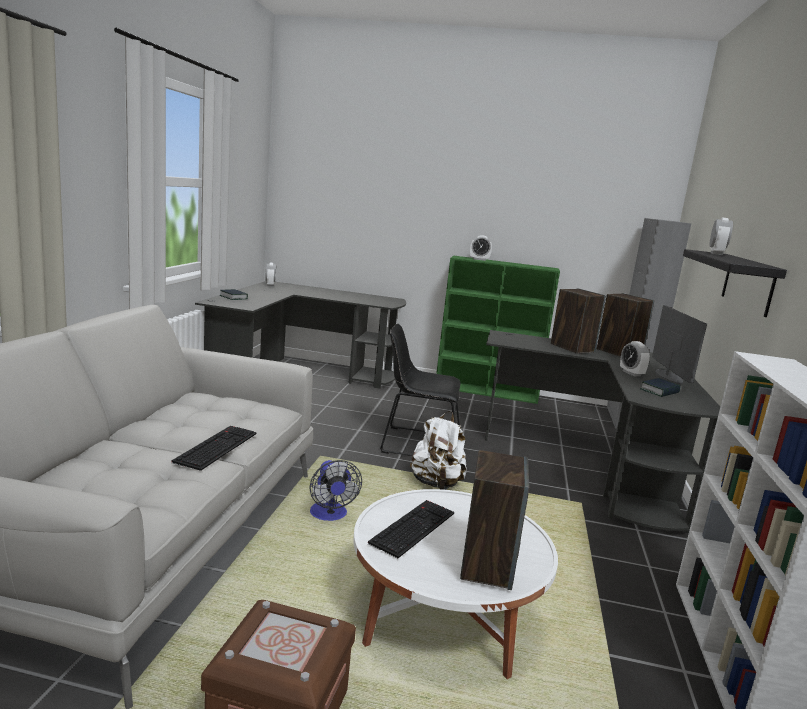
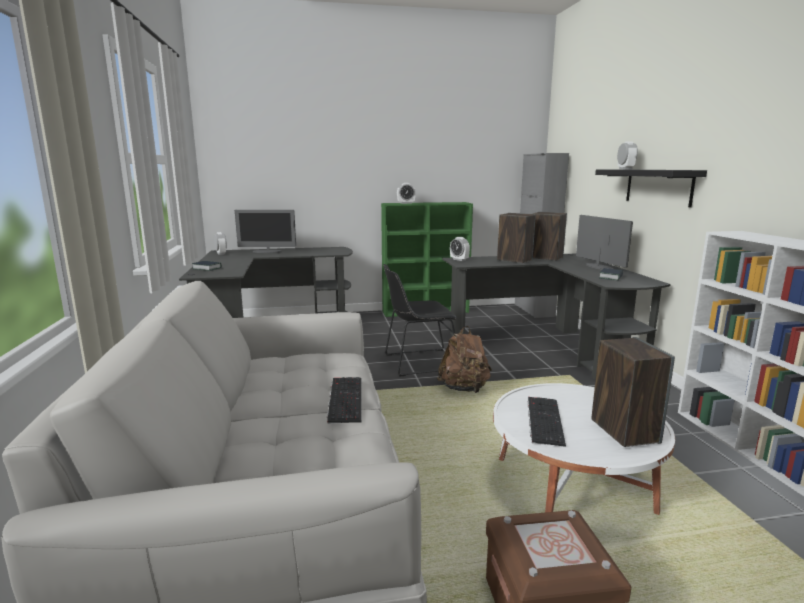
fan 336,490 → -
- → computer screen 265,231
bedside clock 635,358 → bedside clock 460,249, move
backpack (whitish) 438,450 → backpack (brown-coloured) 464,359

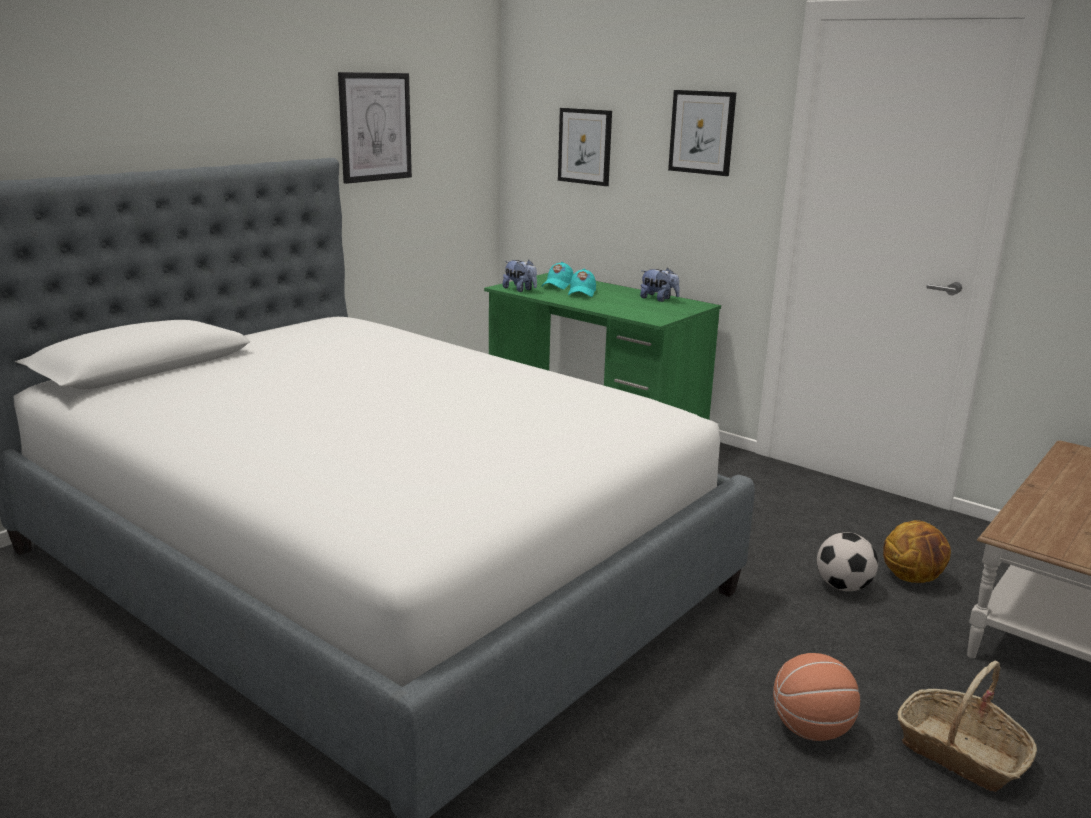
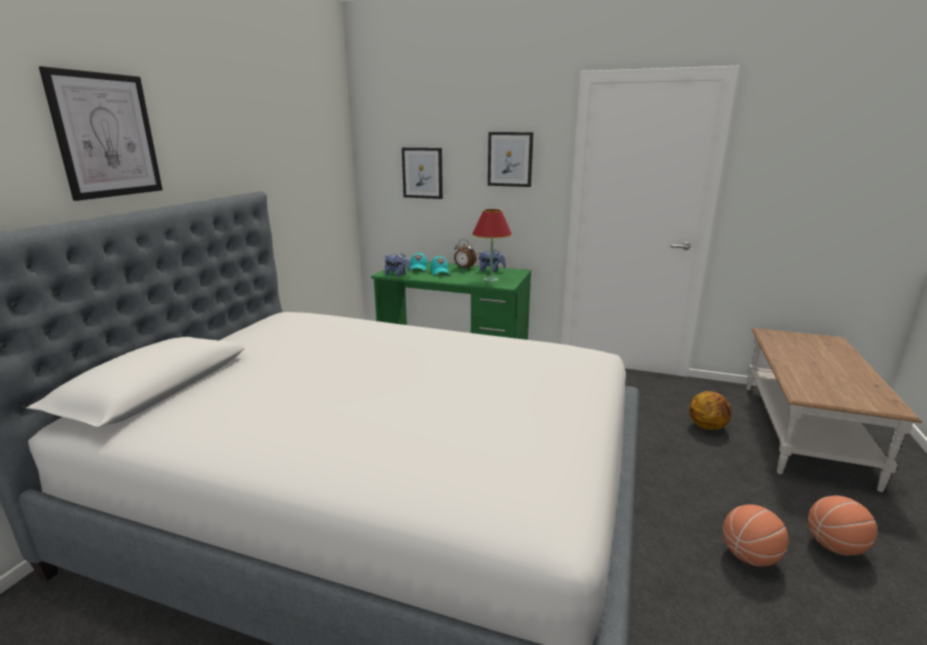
football 847,561 → -
- → bedside clock 465,253
- → table lamp (red-coloured) 492,245
wall art 375,128 → wall art 101,133, move
household basket 967,726 → ball for basketball 842,525

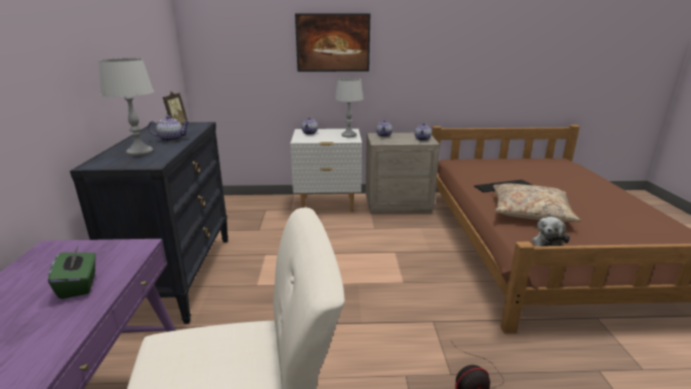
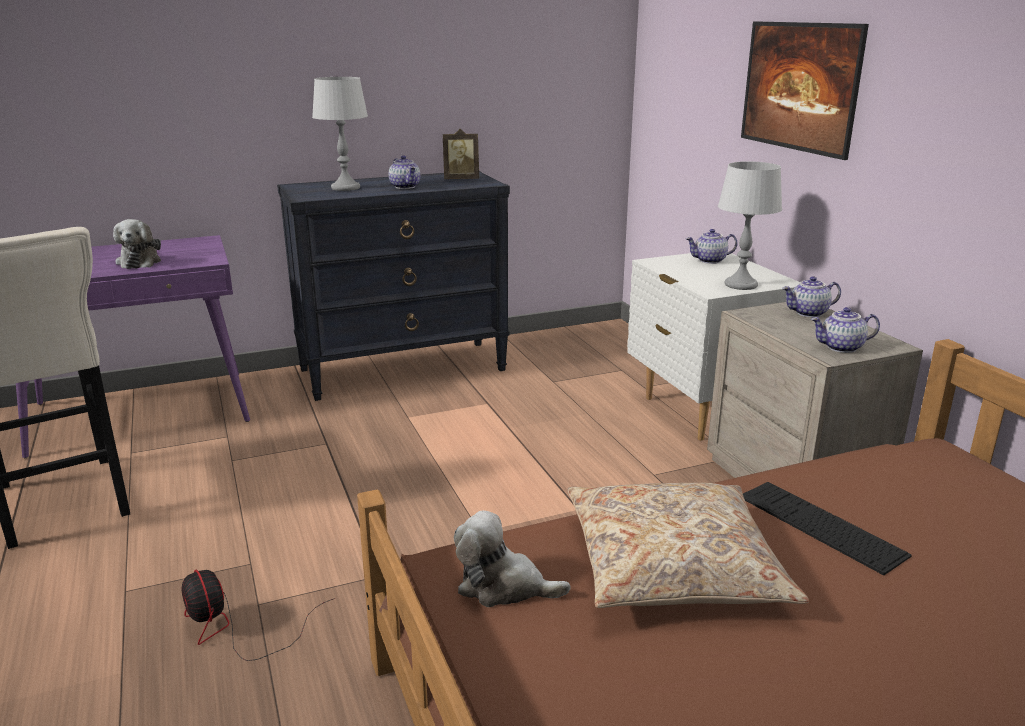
tissue box (green-coloured) 72,272 → cuddly toy 137,244

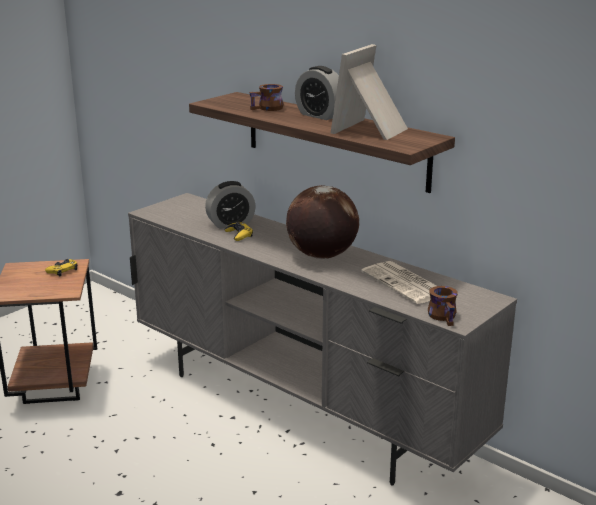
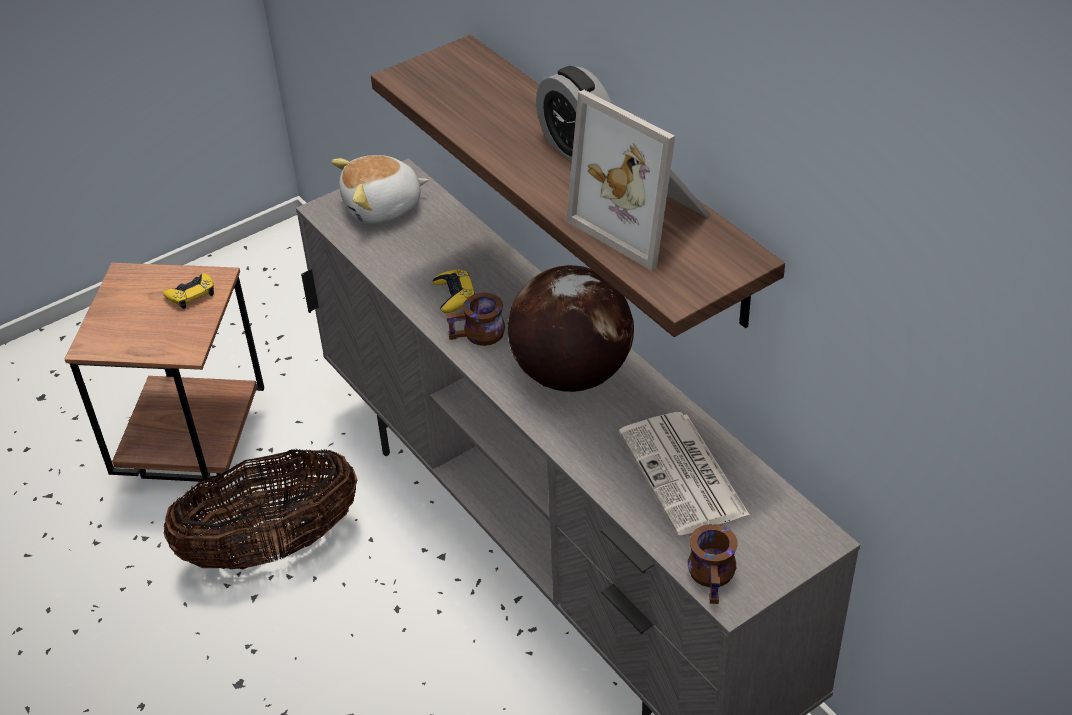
bedside clock 230,205 → -
- → household basket 260,509
- → cuddly toy 379,189
mug (brown-coloured) 266,97 → mug (brown-coloured) 475,319, move
photo frame 369,92 → photo frame 638,180, 90 degrees counterclockwise

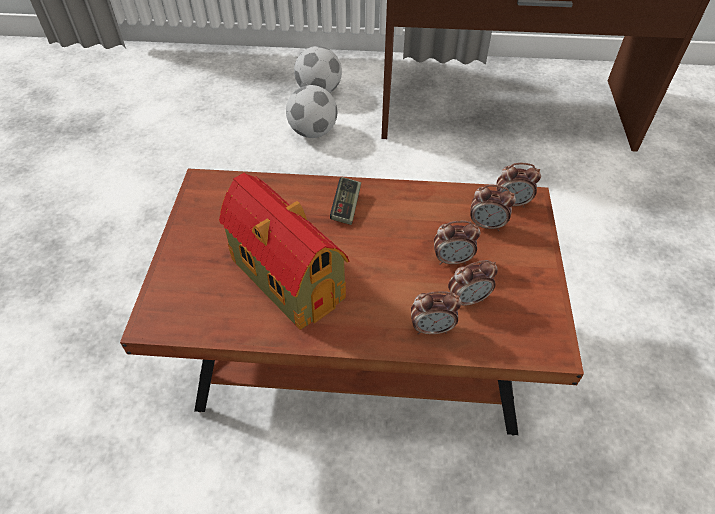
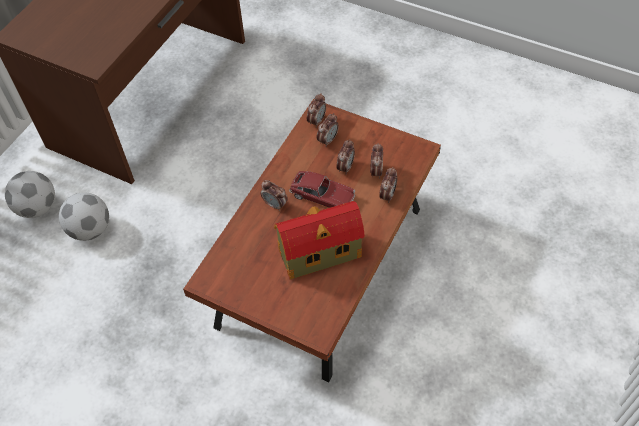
- → model car 322,189
joypad 345,201 → bedside clock 274,195

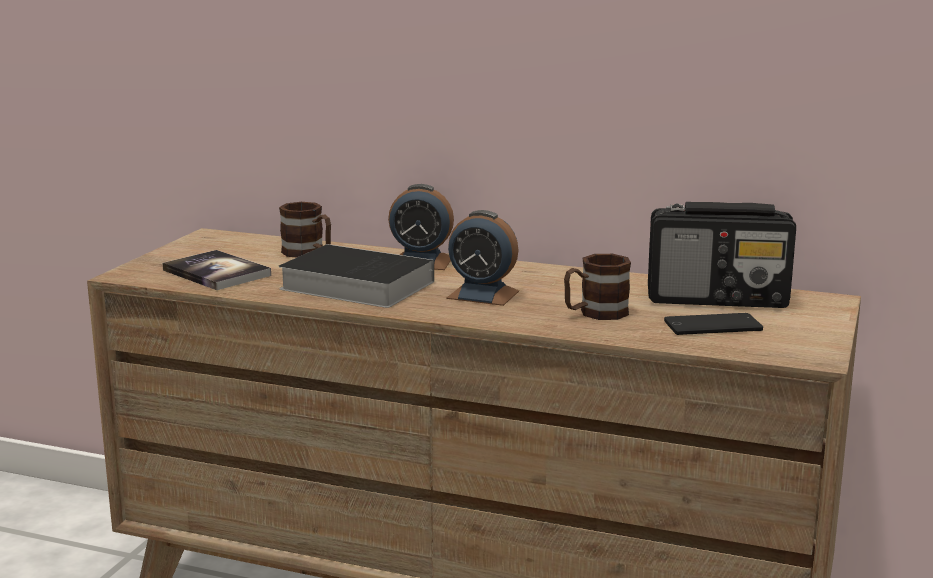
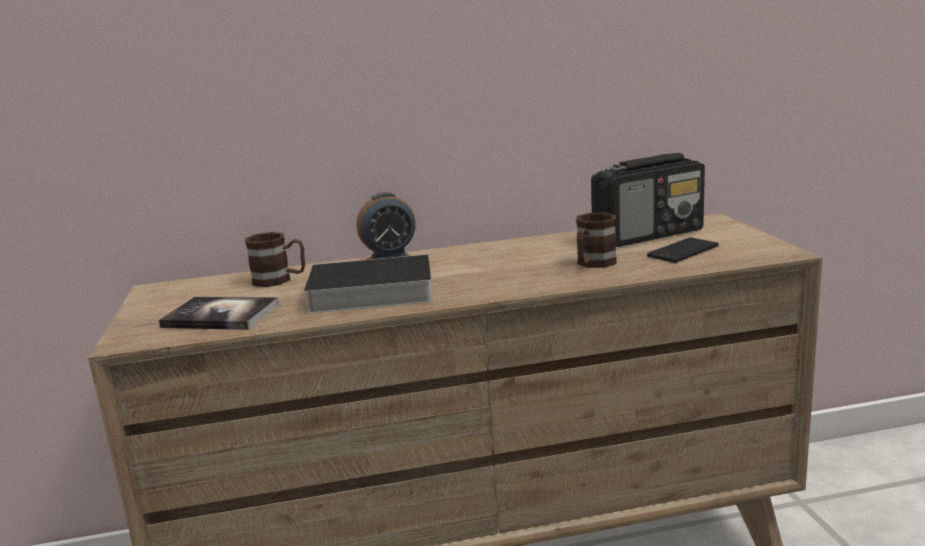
bedside clock 482,258 → -

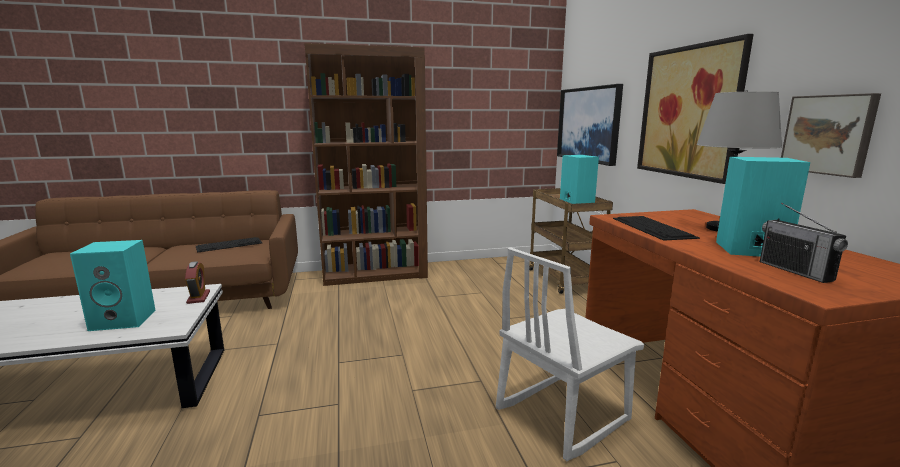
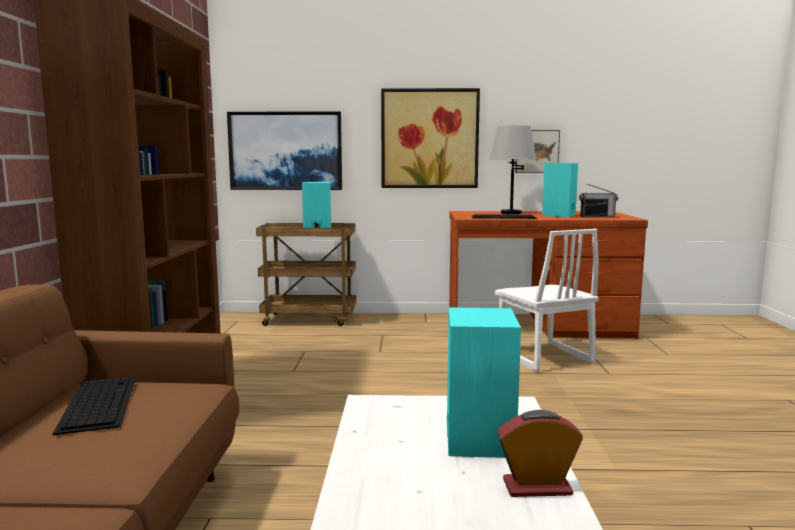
bedside clock 197,282 → bedside clock 540,453, move

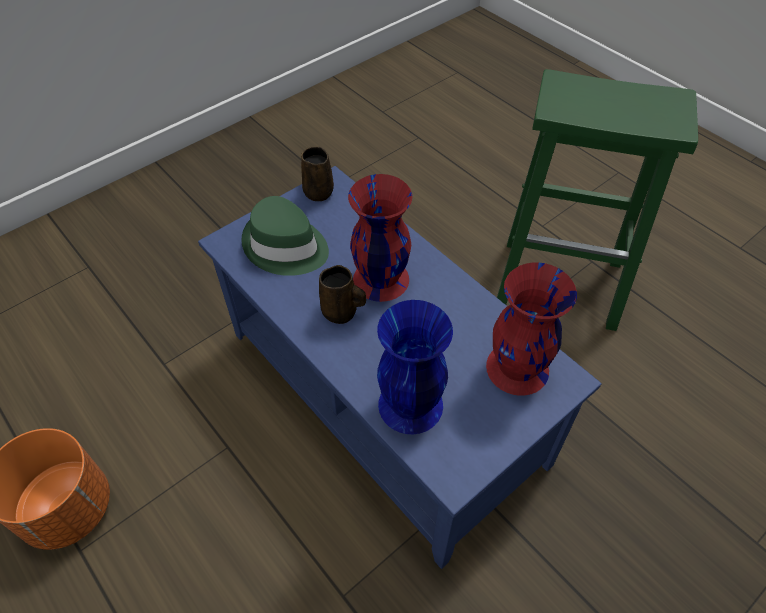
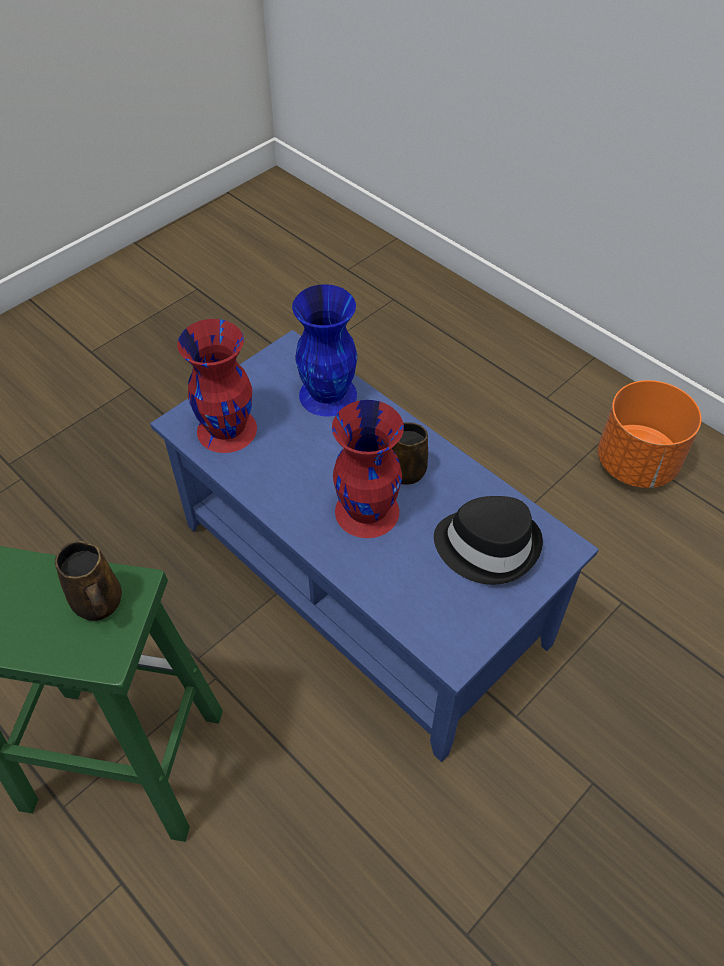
mug (brown-coloured) 317,173 → mug (brown-coloured) 88,580, move
clothing hat (green-coloured) 285,236 → clothing hat (blackish) 488,540

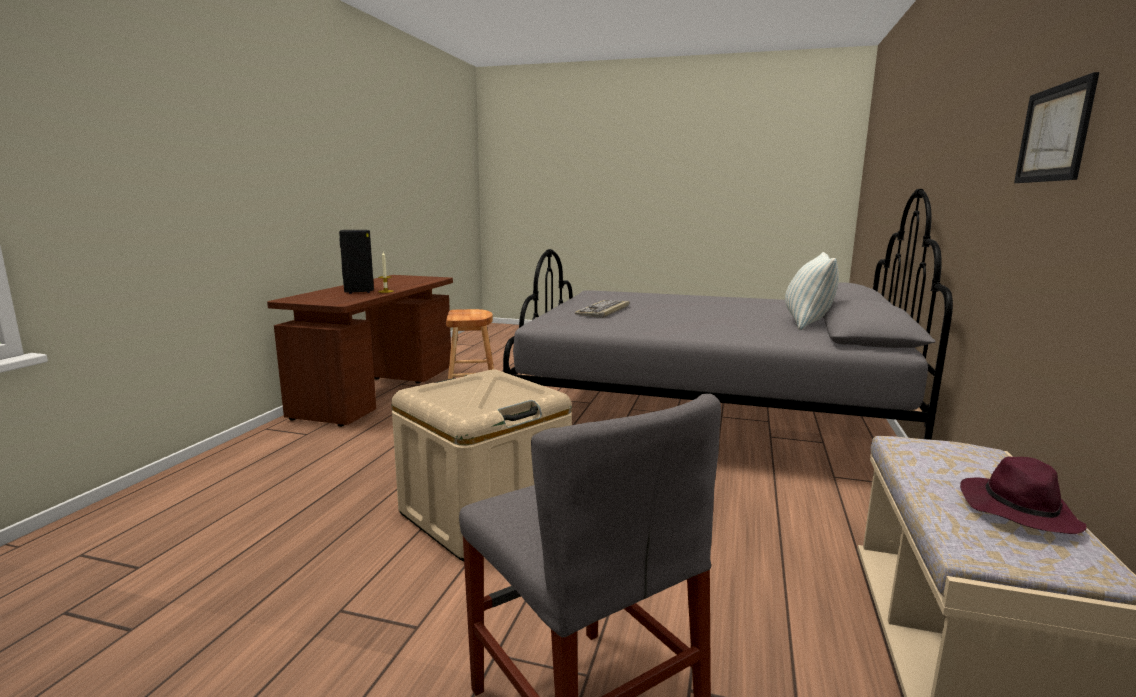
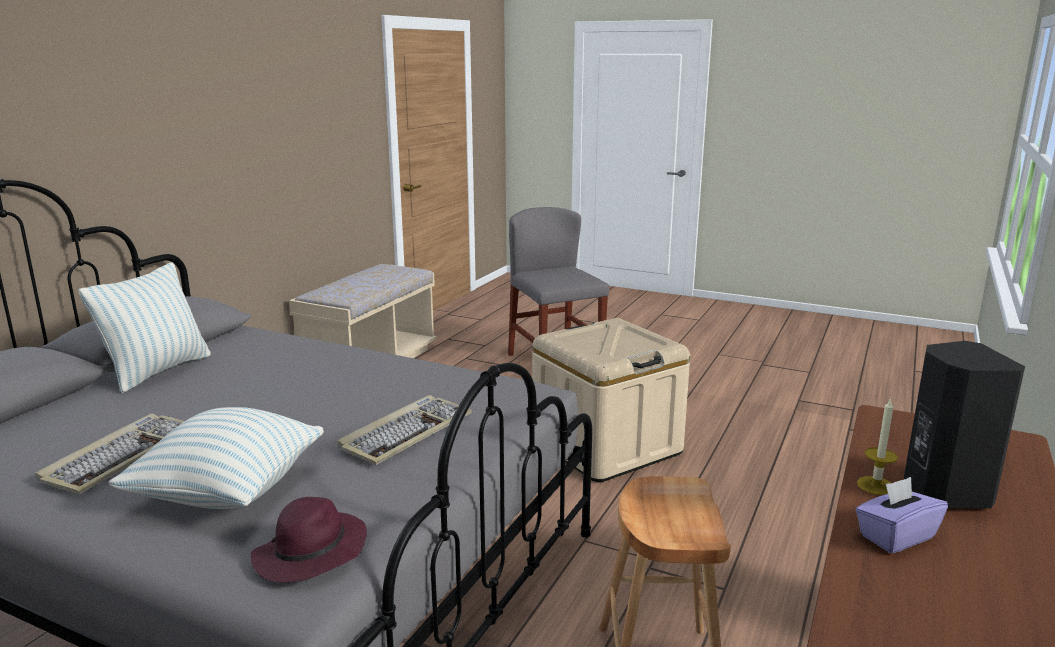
wall art 1056,127 → -
- → computer keyboard 109,454
- → cushion 216,458
- → tissue box (purple) 901,515
clothing hat (purple) 1023,495 → clothing hat (purple) 309,540, move

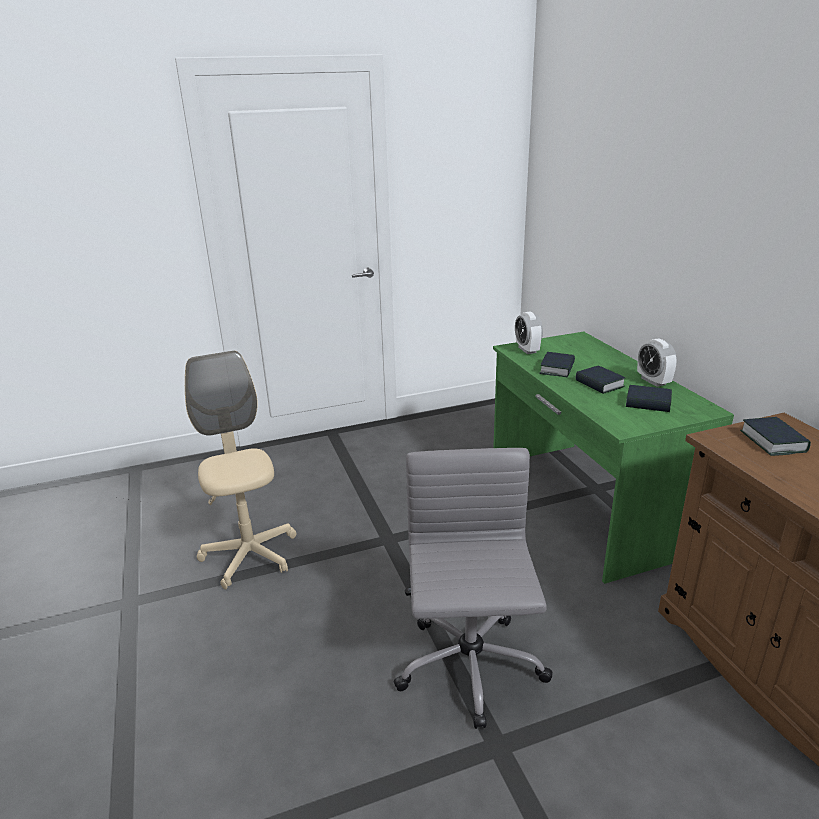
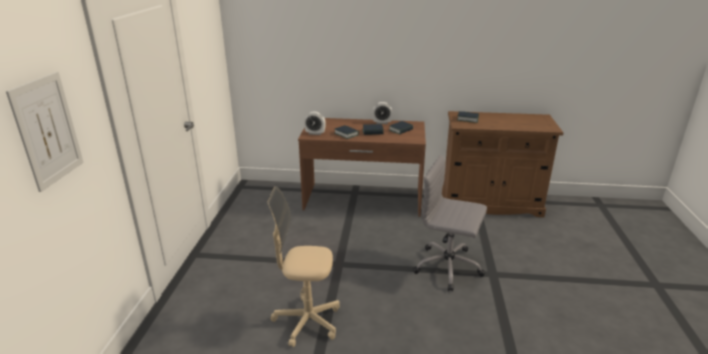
- → wall art 45,132
desk table (green-coloured) 613,458 → desk table (brown-coloured) 362,167

